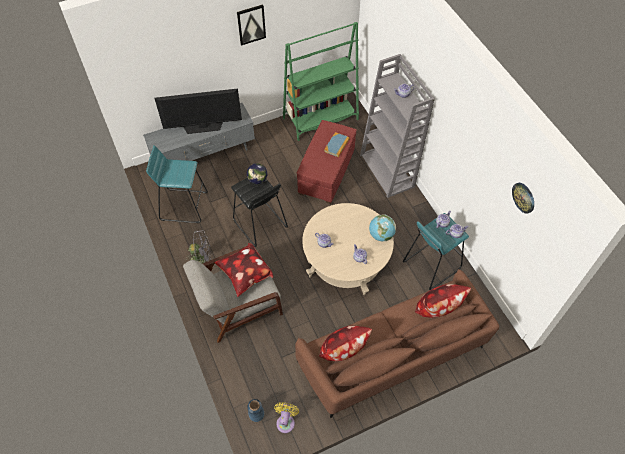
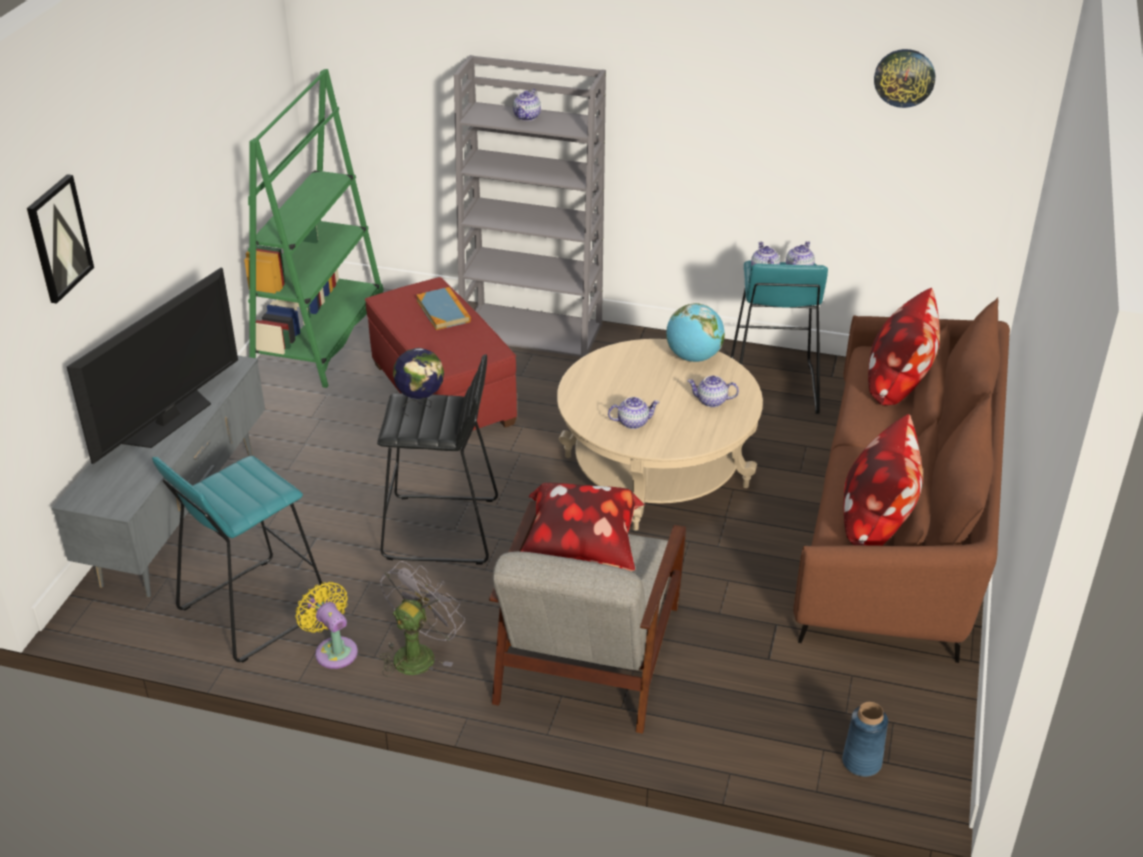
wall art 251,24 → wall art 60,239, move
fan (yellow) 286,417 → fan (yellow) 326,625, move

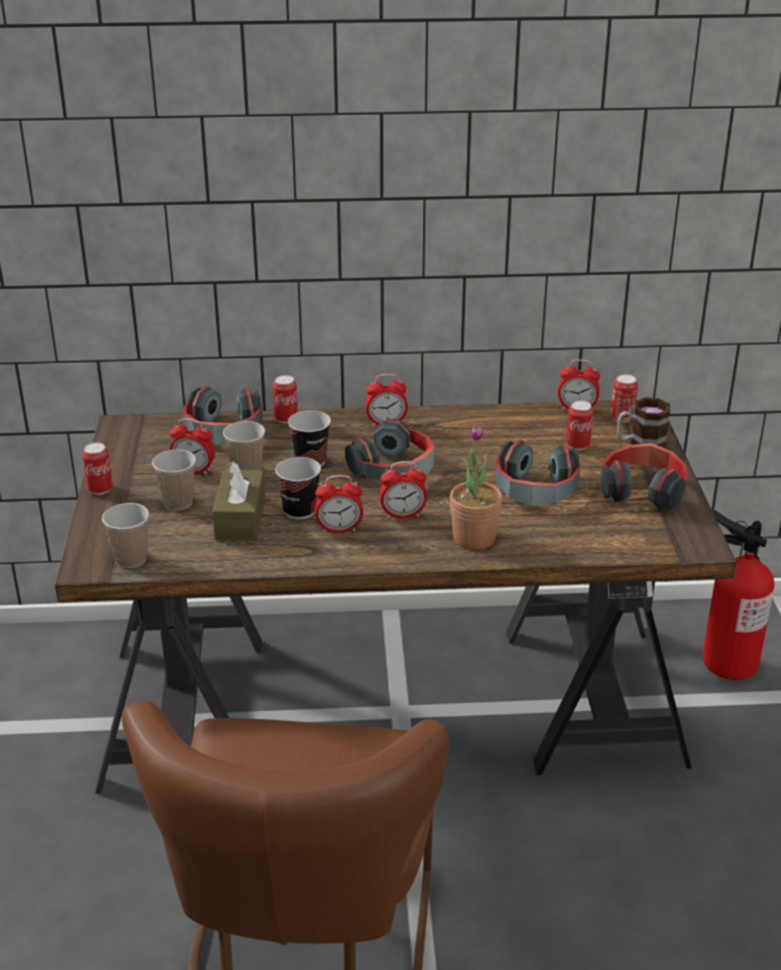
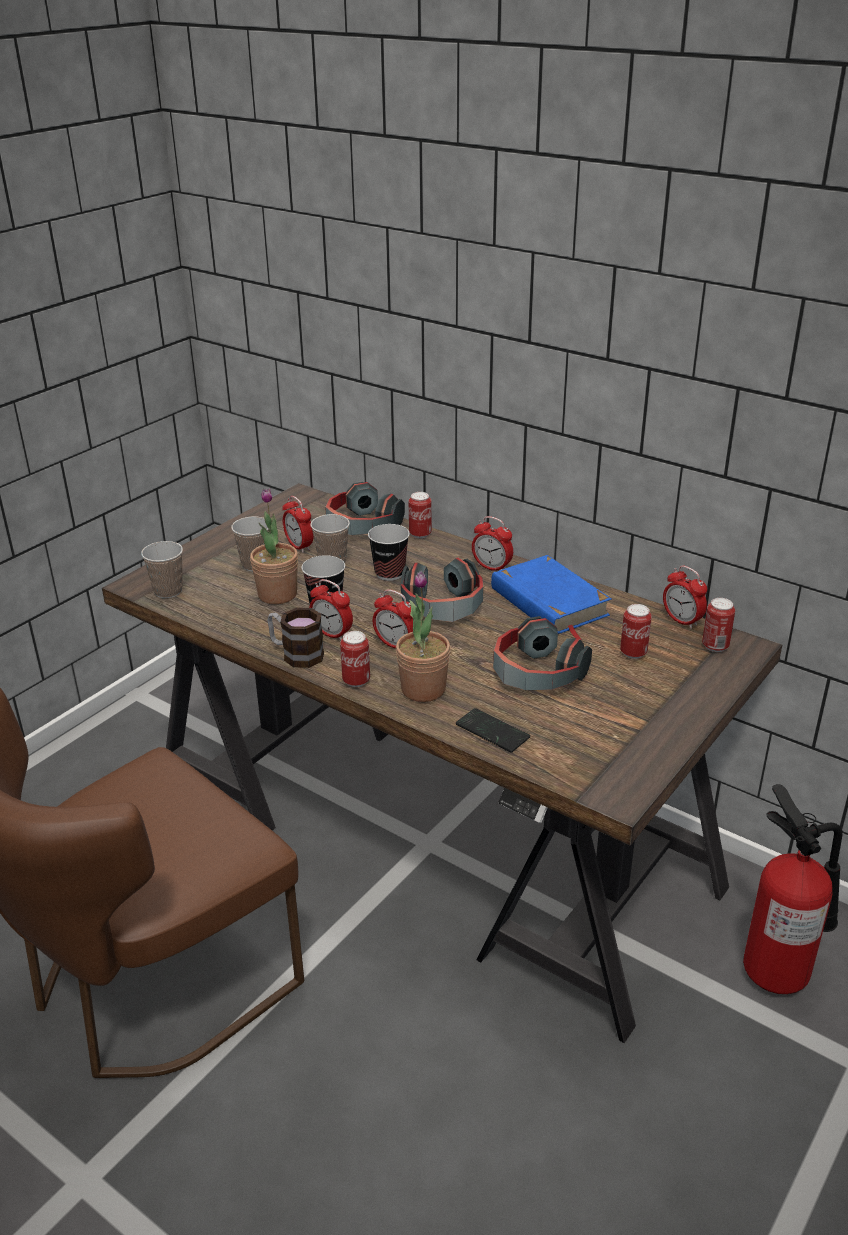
headphones 644,476 → -
- → phone 493,730
- → book (bluish) 551,597
sealed can 97,468 → sealed can 355,659, move
mug 643,422 → mug 295,638, move
tissue box (brown-coloured) 238,501 → plant in a pot 274,546

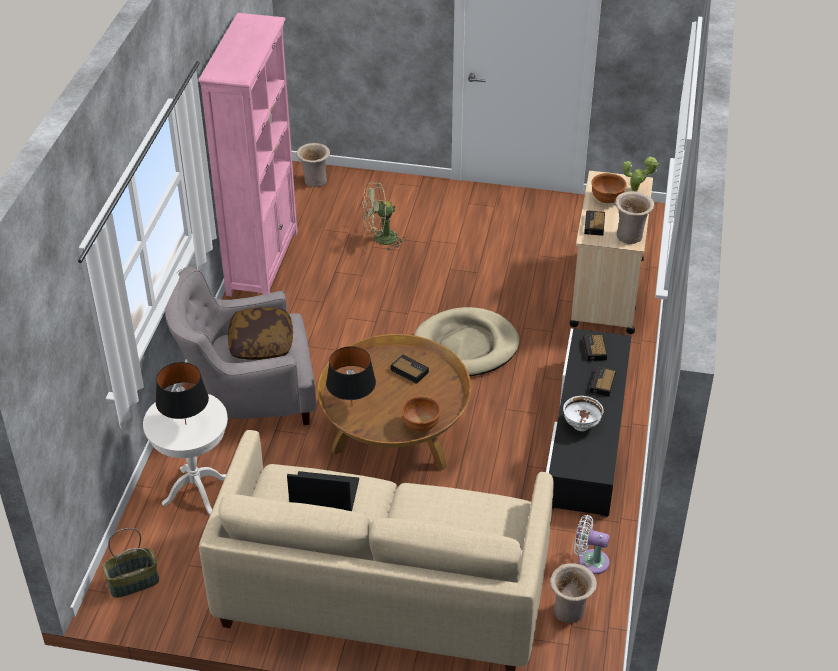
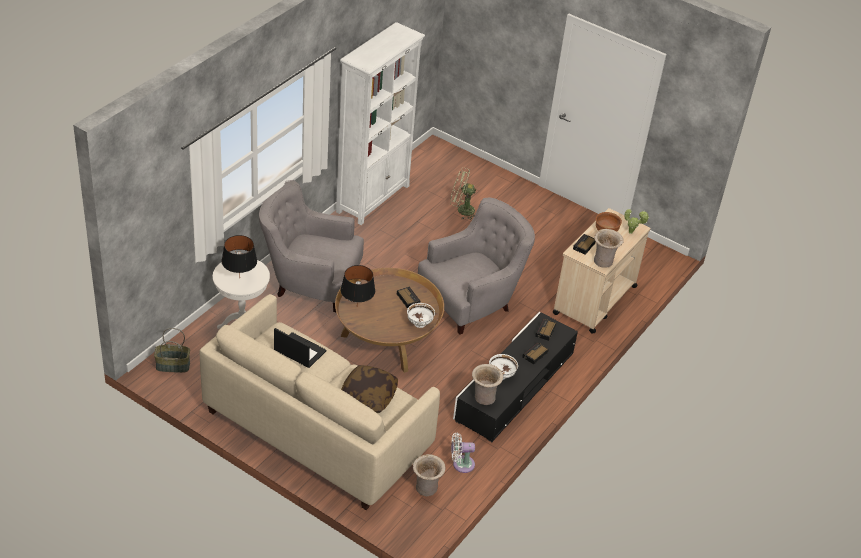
serving bowl (brown-coloured) 421,413 → -
- → serving bowl (whitish) 421,315
cushion 260,333 → cushion 369,389, move
vase (sand-coloured) 313,165 → vase (sand-coloured) 487,384, move
dog bed (sand-coloured) 467,341 → easy chair (grey) 476,266
bookshelf (pink) 248,155 → bookshelf (whitish) 380,123
fan (whitish) 592,544 → fan (whitish) 463,452, 45 degrees counterclockwise

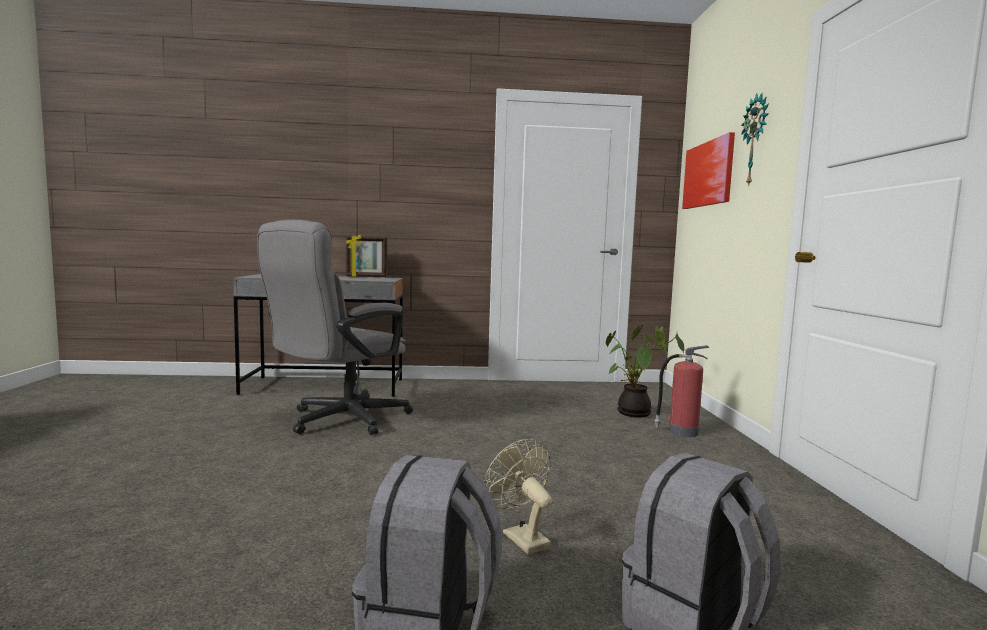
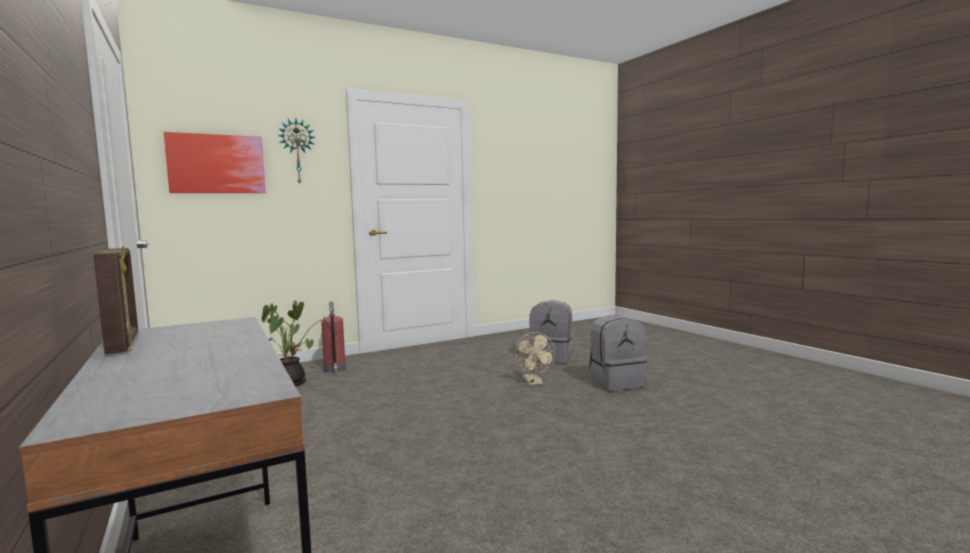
office chair (grey) 335,327 → -
fan (sand-coloured) 518,497 → fan (sand-coloured) 535,358, 45 degrees counterclockwise

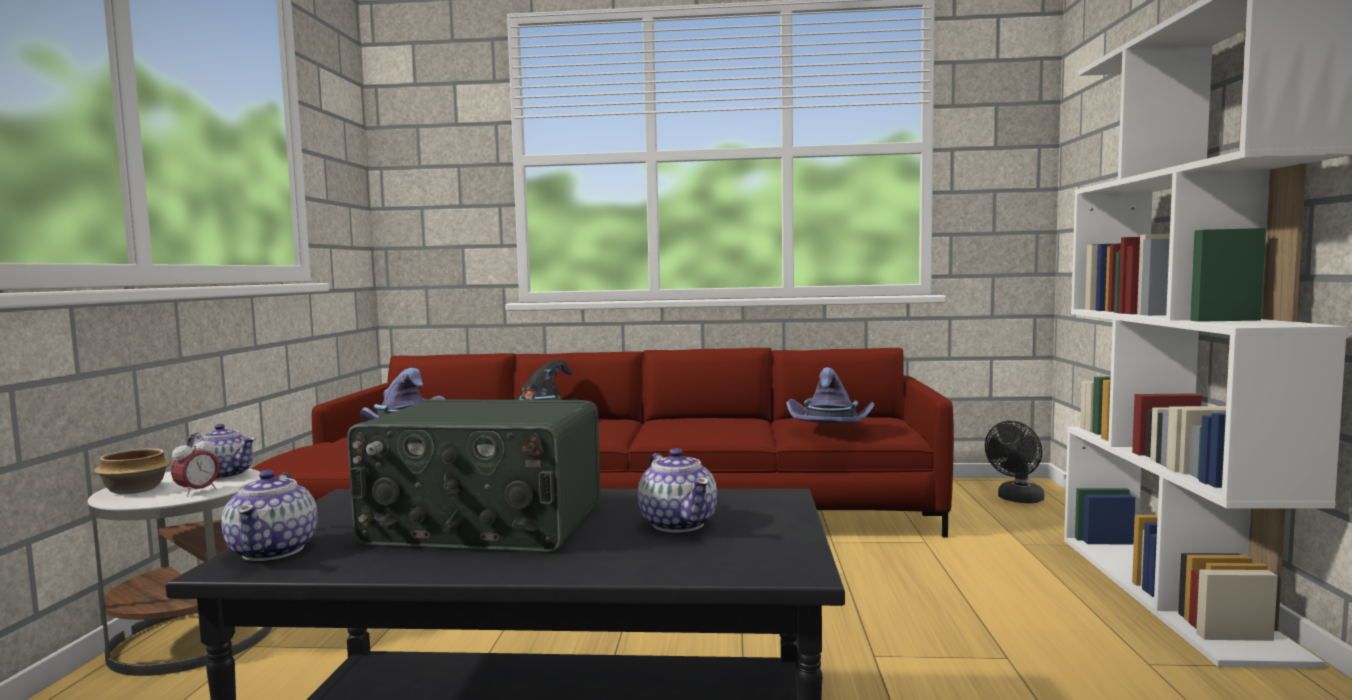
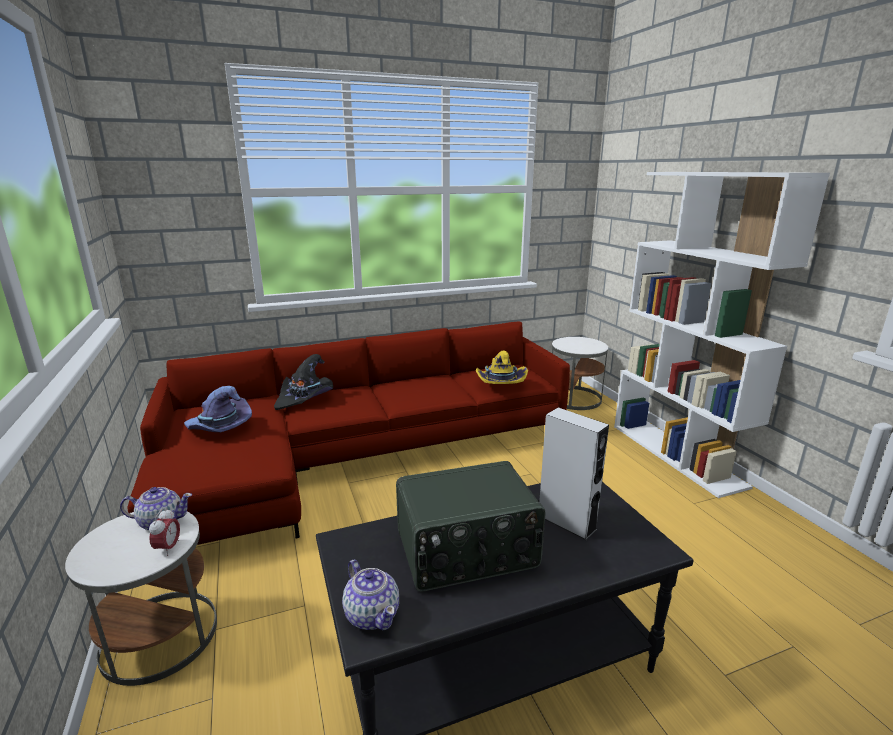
serving bowl 132,471 → -
tea pot 677,490 → audio speaker (grey) 574,473
fan (blackish) 1014,462 → end table (whitish) 580,373
clothing hat (purple) 830,395 → clothing hat (yellow) 502,367

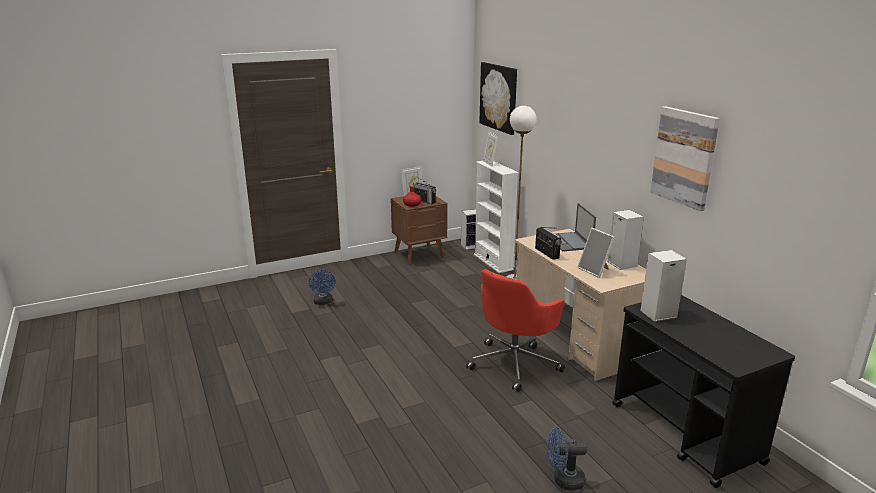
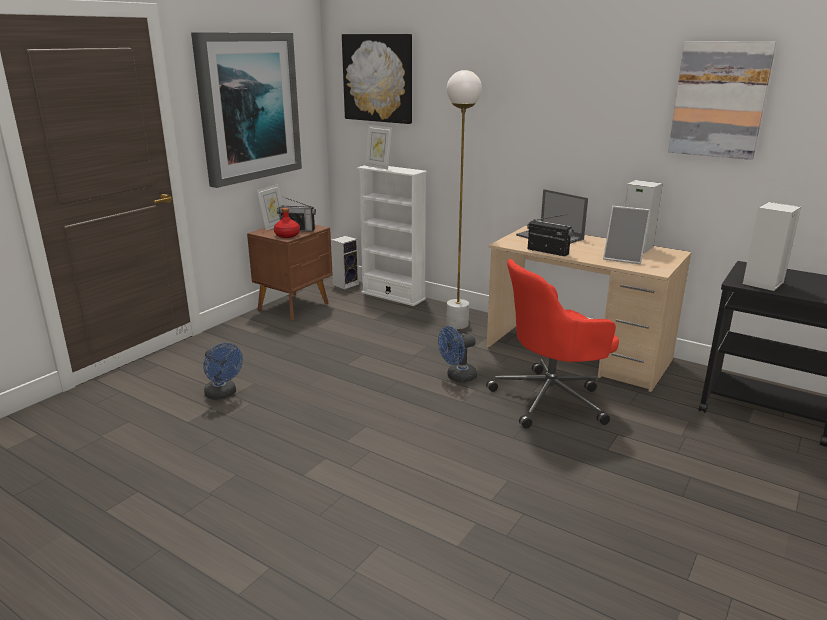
- → wall art 246,110
fan (bluish) 567,459 → fan (bluish) 457,354, move
office chair (red-coloured) 515,330 → office chair (red-coloured) 552,344, 60 degrees clockwise

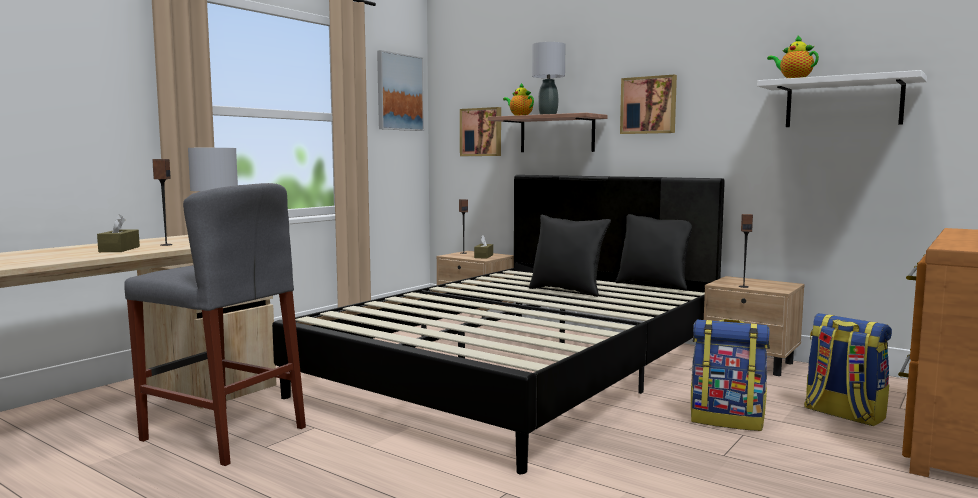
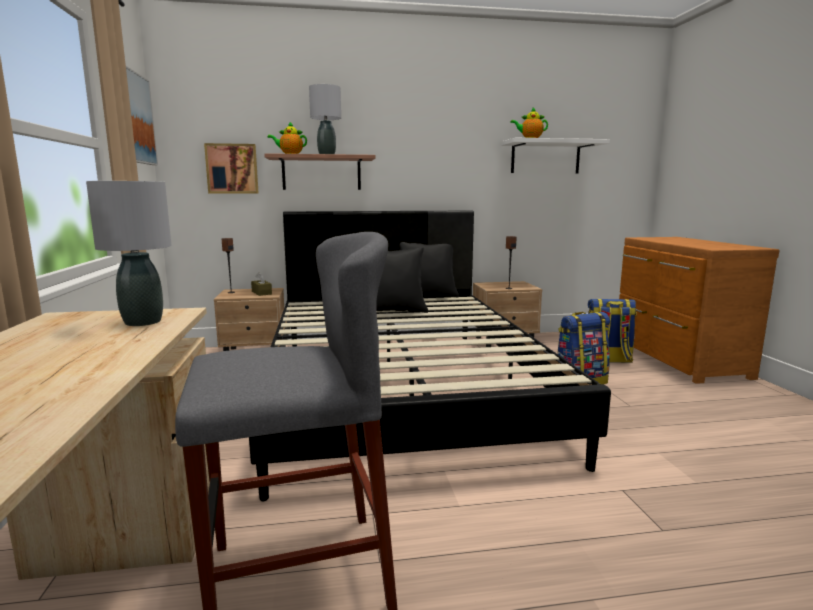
tissue box (brown-coloured) 118,233 → -
audio speaker 162,202 → -
wall art 648,104 → -

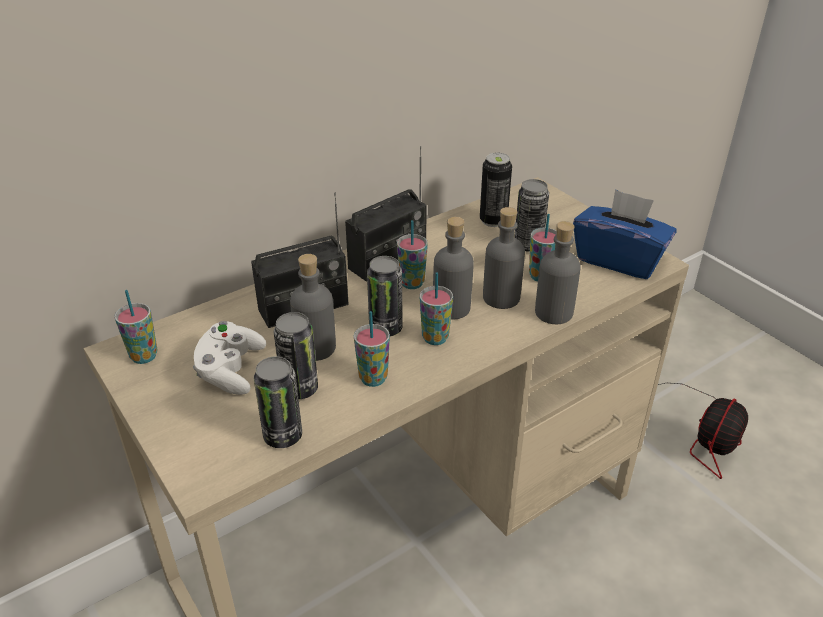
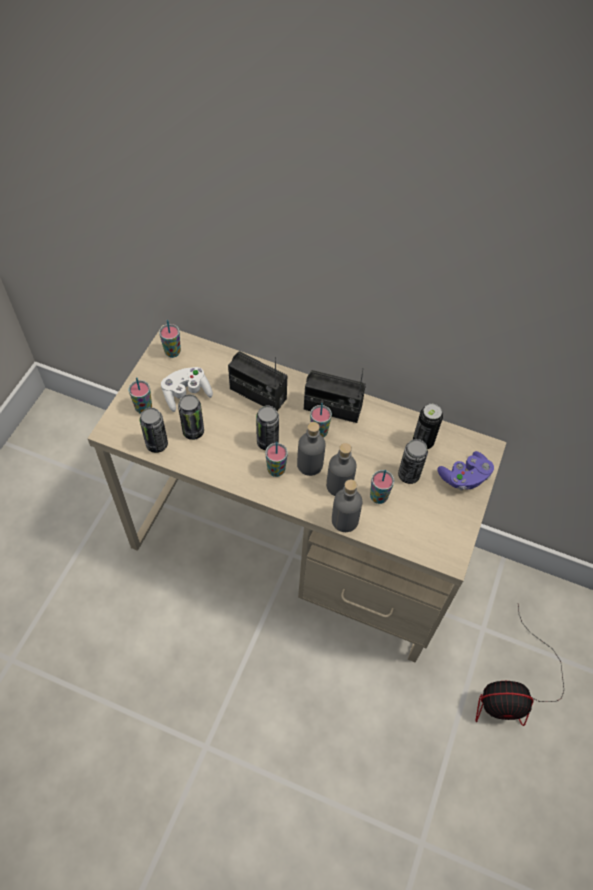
drink bottle (grey) 313,307 → -
tissue box (bluish) 625,234 → -
- → joypad (purple) 465,470
small cup 372,349 → small cup 140,396, move

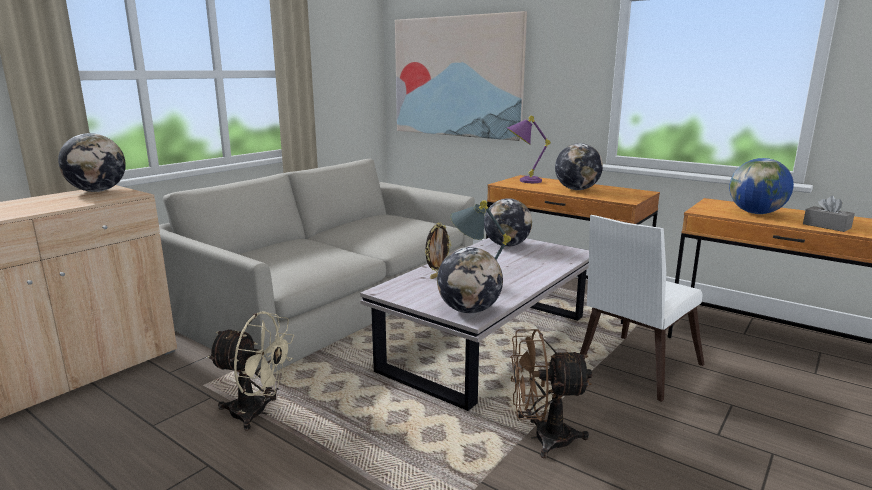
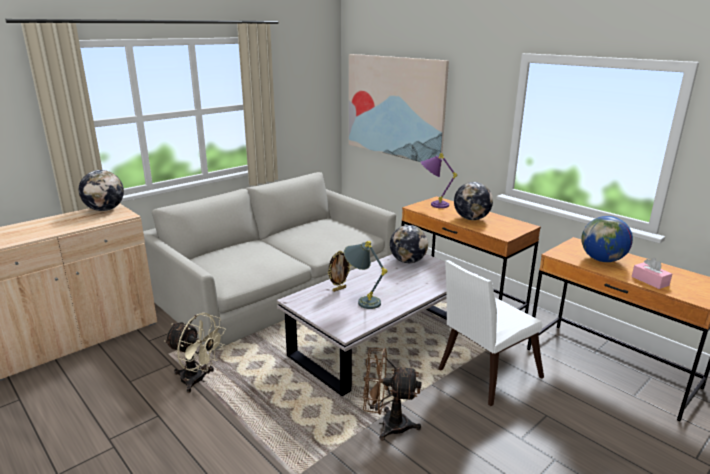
world globe 470,280 → -
tissue box (grey) 829,214 → tissue box (pink) 652,273

